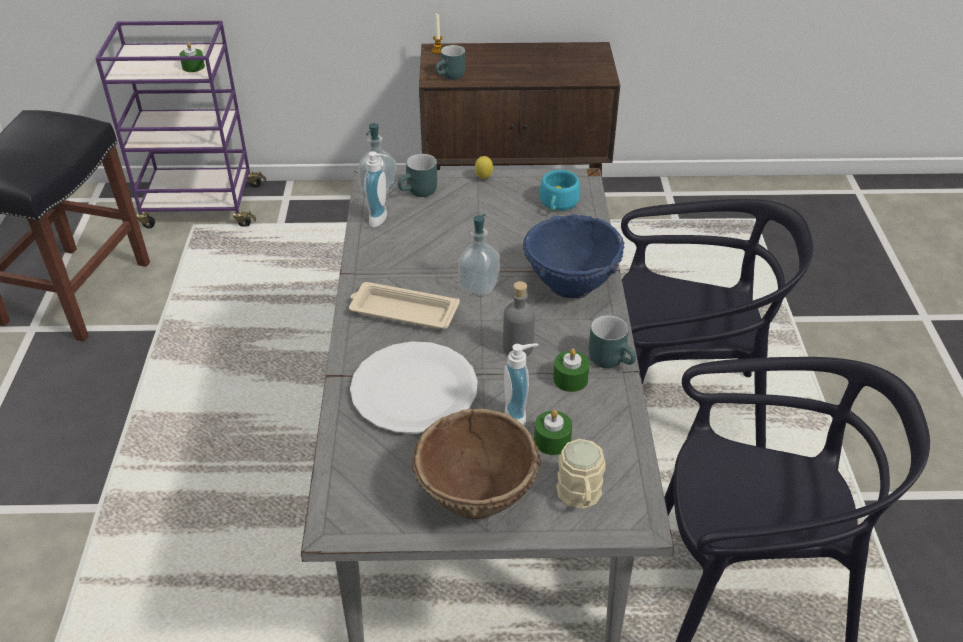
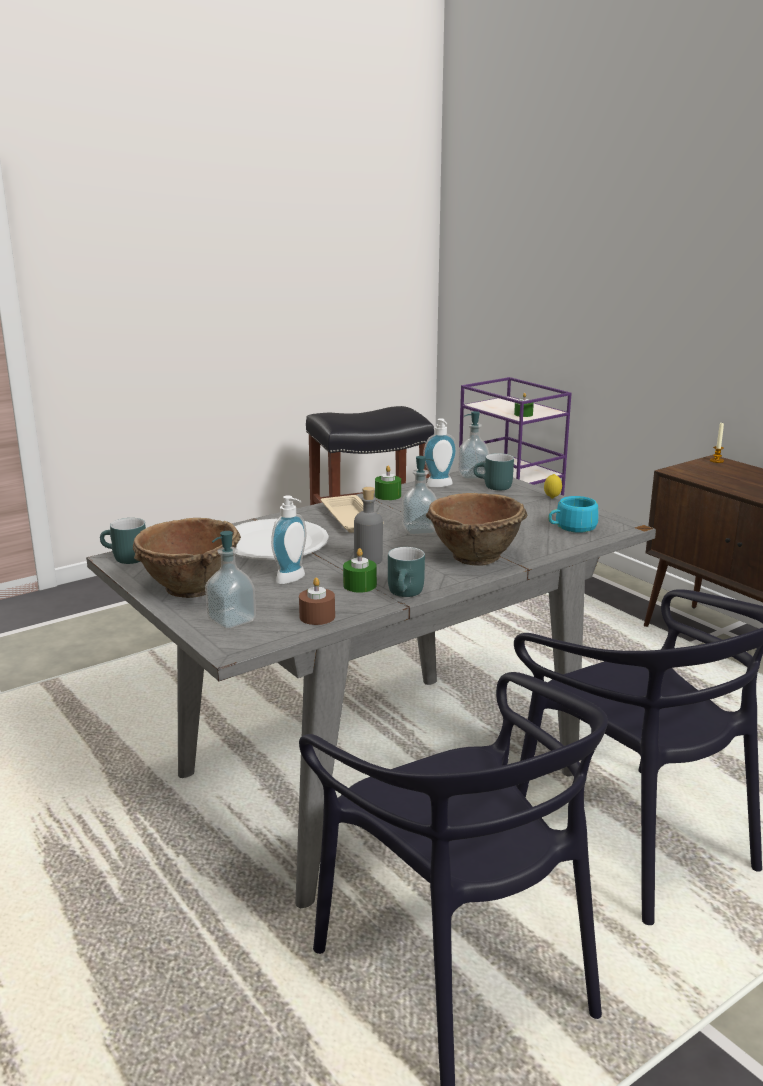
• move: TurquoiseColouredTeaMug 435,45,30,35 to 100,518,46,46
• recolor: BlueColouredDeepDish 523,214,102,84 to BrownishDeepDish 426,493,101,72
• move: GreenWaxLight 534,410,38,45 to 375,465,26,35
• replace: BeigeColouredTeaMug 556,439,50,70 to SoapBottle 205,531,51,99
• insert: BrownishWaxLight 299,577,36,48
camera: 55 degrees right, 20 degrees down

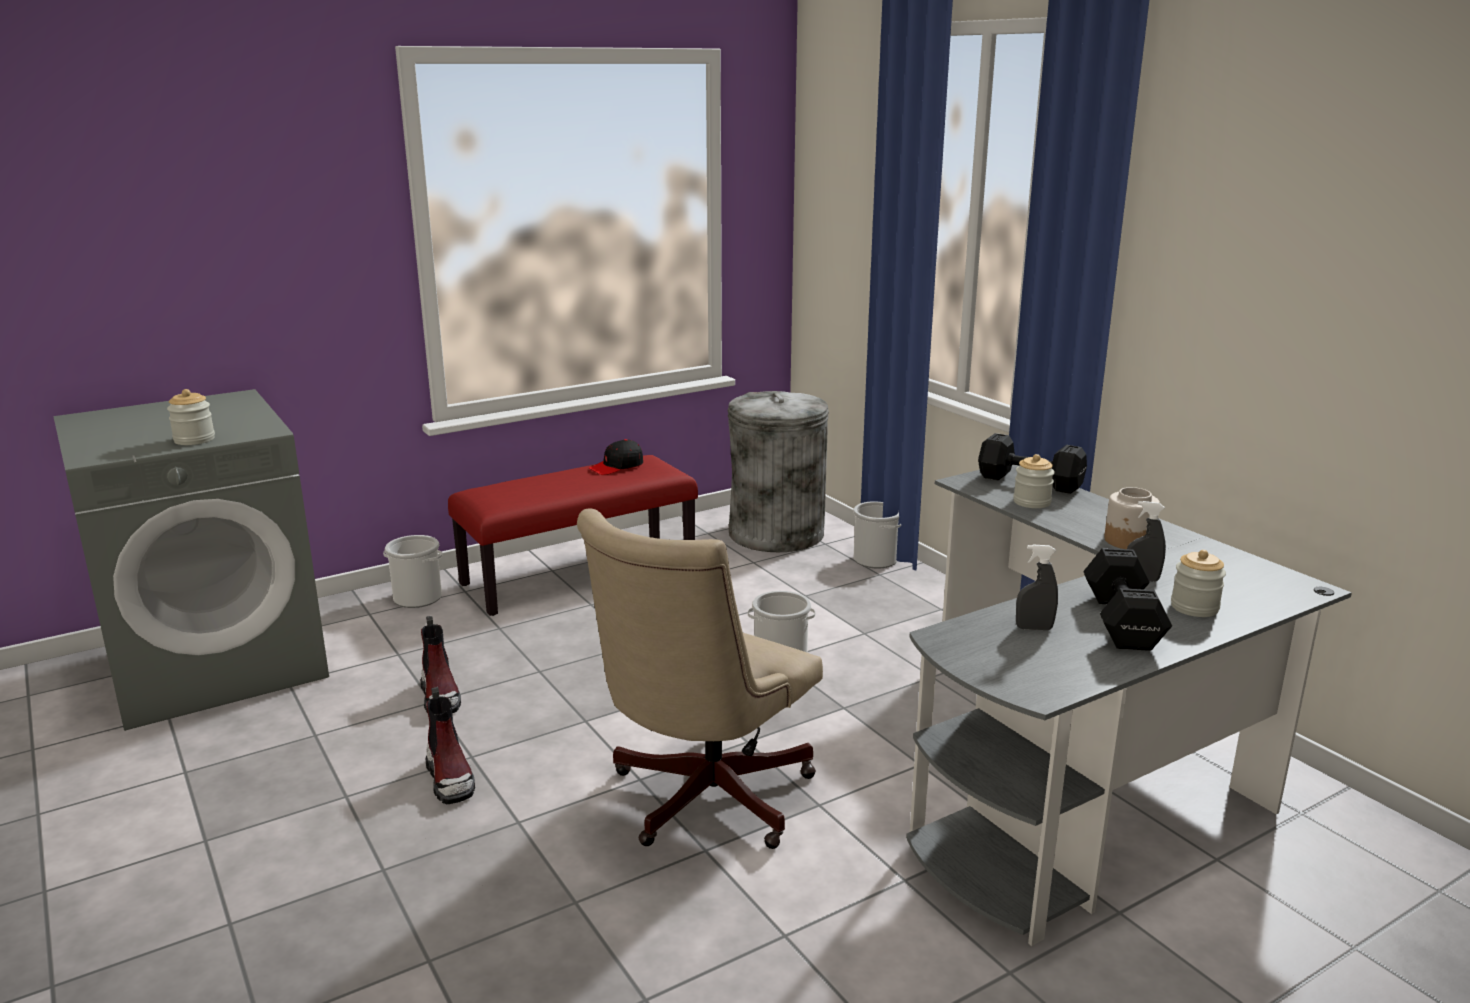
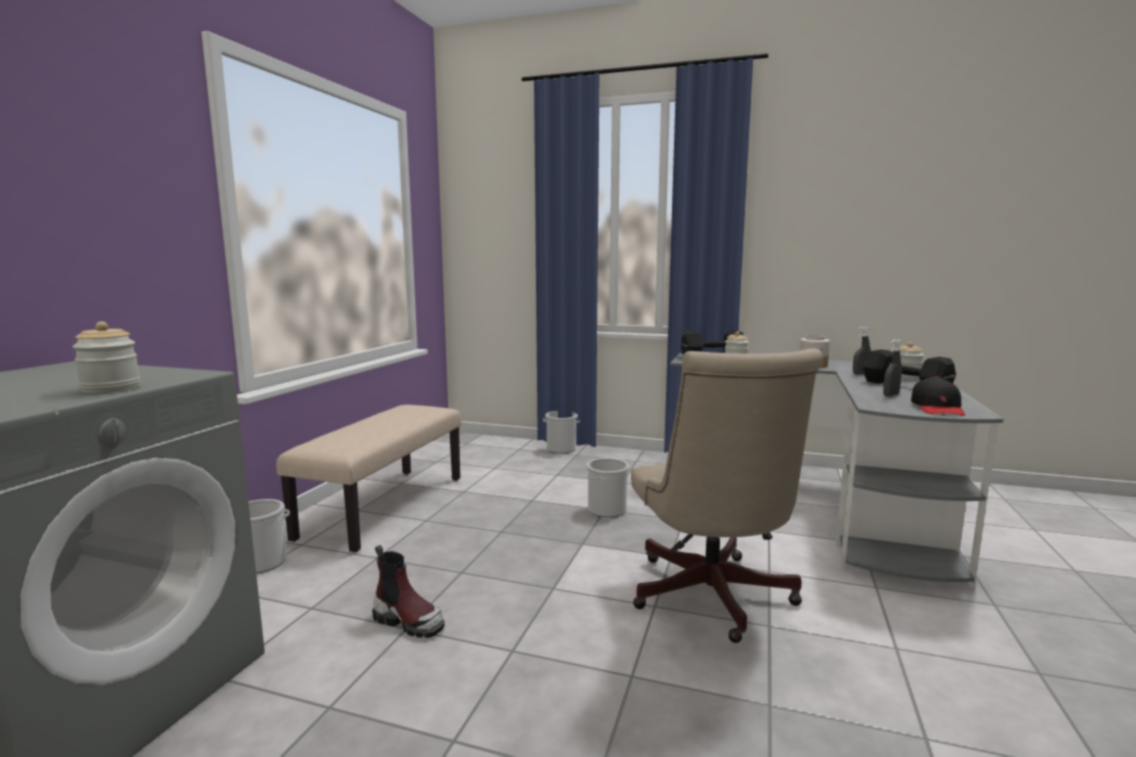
• delete: GrayWasteBin 728,391,101,161
• move: BlackishBaseballCap 589,439,54,36 to 911,376,54,40
• recolor: RedColouredIndoorBench 448,455,250,161 to BeigeColouredIndoorBench 276,405,185,147
• delete: TallBoot 426,687,49,117
camera: 40 degrees left, 10 degrees down

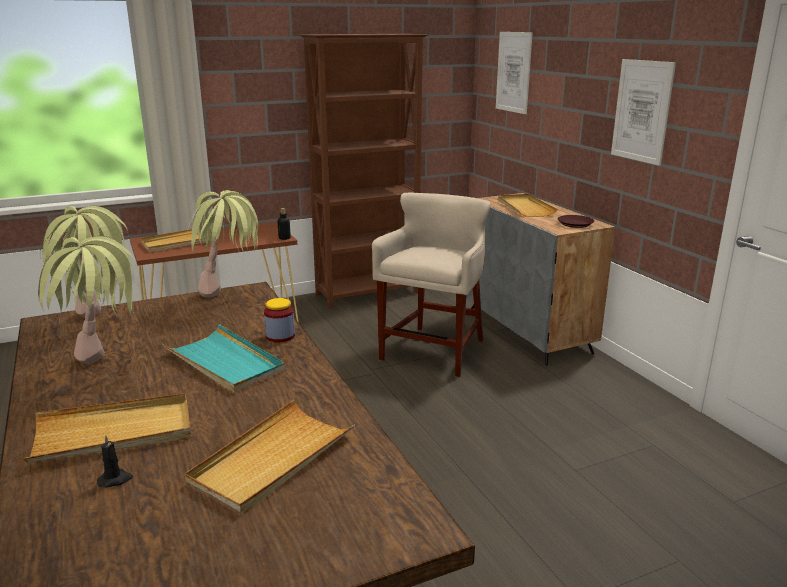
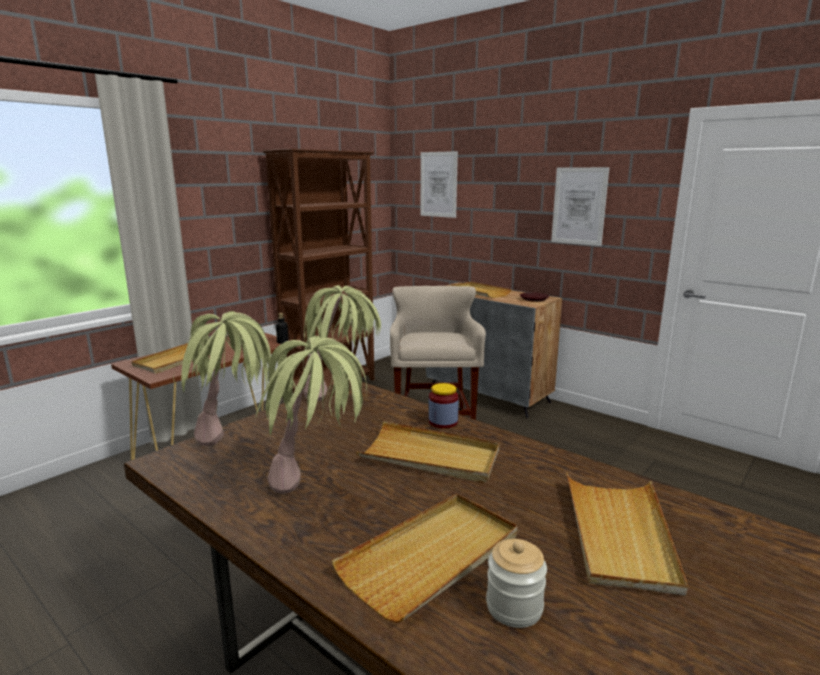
• recolor: TurquoiseColouredServingTray 162,324,123,69 to BeigeColouredServingTray 356,421,143,62
• replace: BlackishWaxLight 97,435,36,53 to Jar 486,539,61,89
camera: 25 degrees left, 5 degrees down

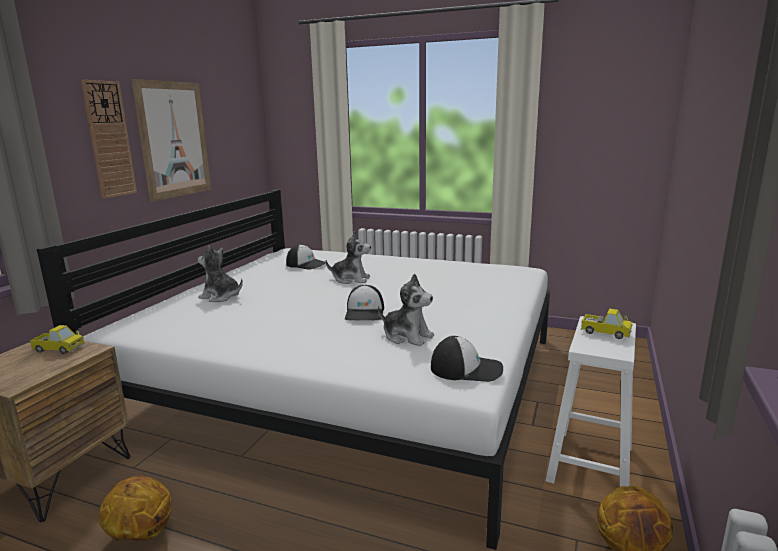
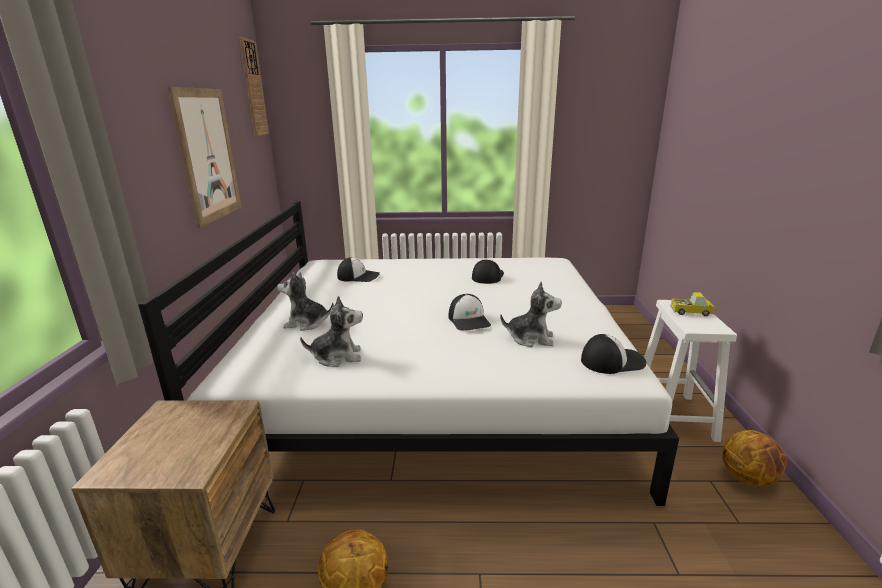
• move: HangingClock 81,80,56,119 to 240,37,29,99
• move: CuddlyToy 325,231,46,53 to 300,296,63,71
• delete: ToyTruck 29,325,56,29
• insert: BaseballCap 472,259,32,25
camera: 20 degrees left, 5 degrees up

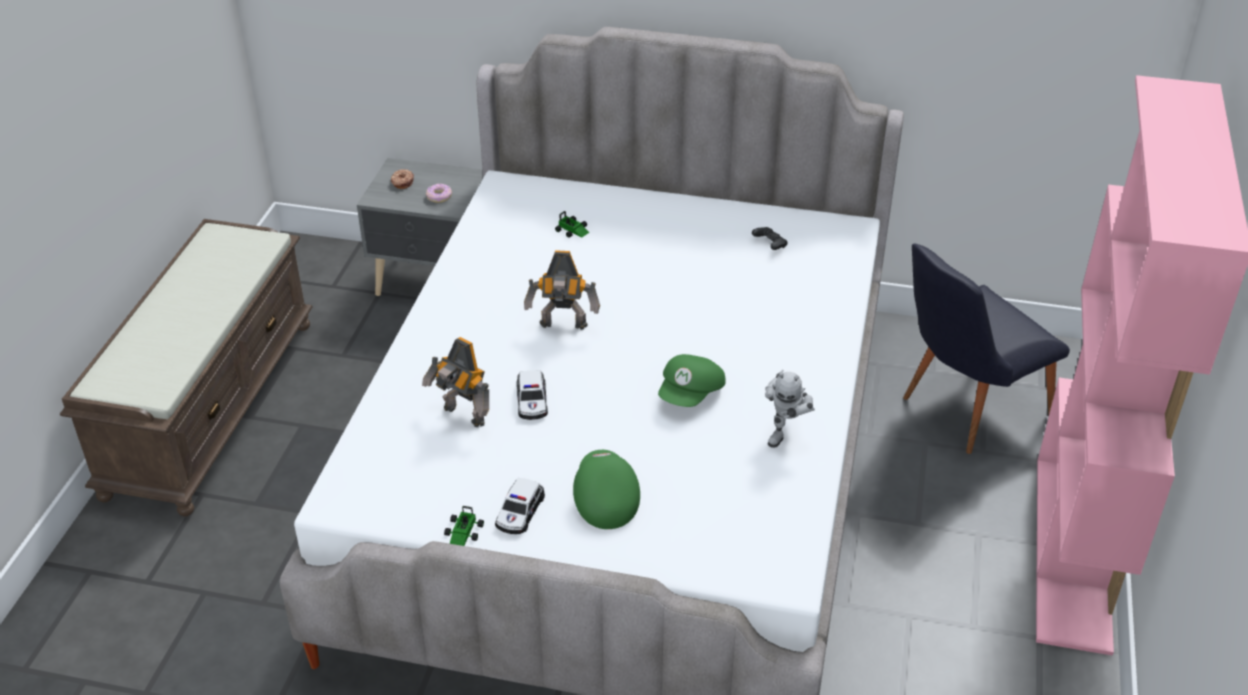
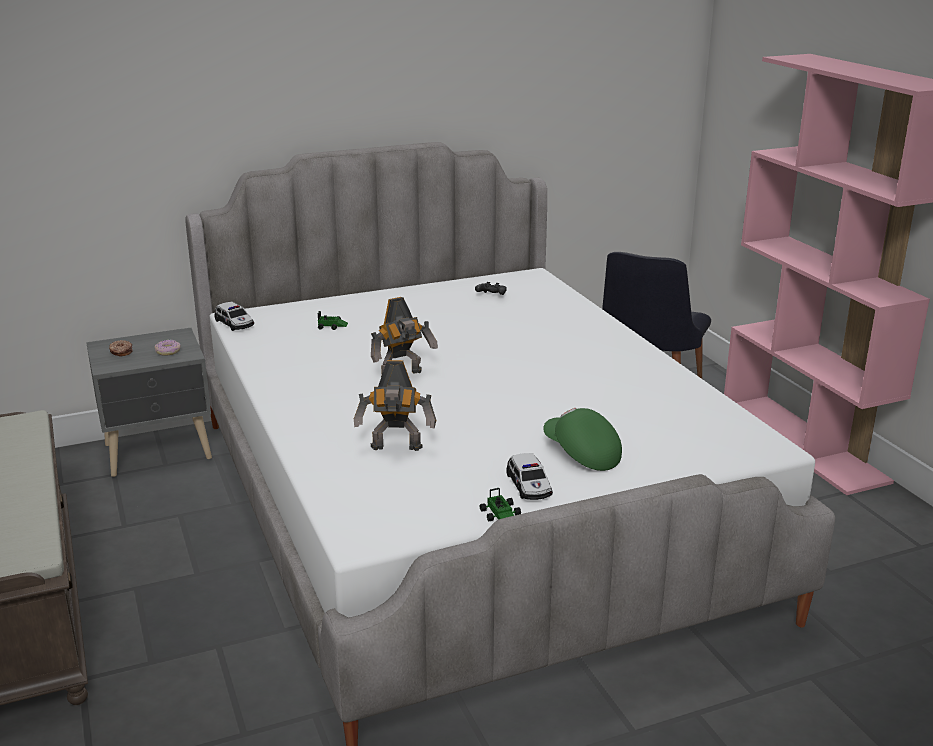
• delete: GreenBaseballCap 658,354,68,53
• delete: ToyRobot 765,369,50,79
• move: ToyCar 517,370,31,50 to 215,301,39,30
camera: 35 degrees left, 15 degrees down

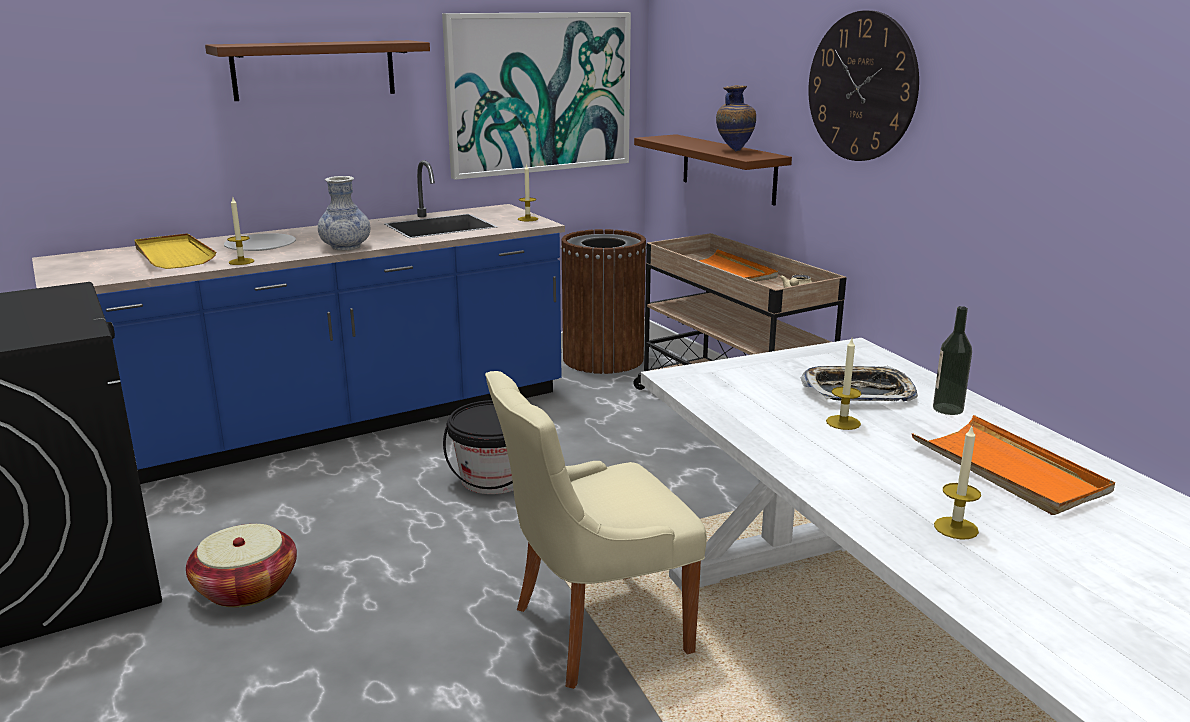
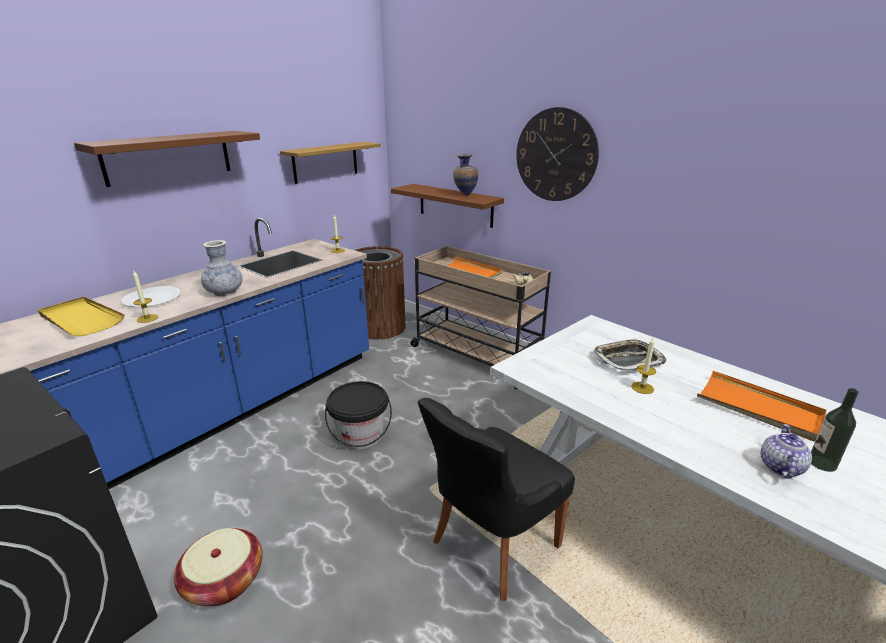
• replace: WallArt 442,12,189,168 to Shelf 280,142,101,42
• move: Bottle 933,306,39,109 to 811,388,48,84
• recolor: BeigeColouredChair 485,371,222,318 to BlackishChair 418,398,157,203
• replace: WaxLight 934,427,47,113 to TeaPot 760,424,52,55
camera: 20 degrees left, 5 degrees up

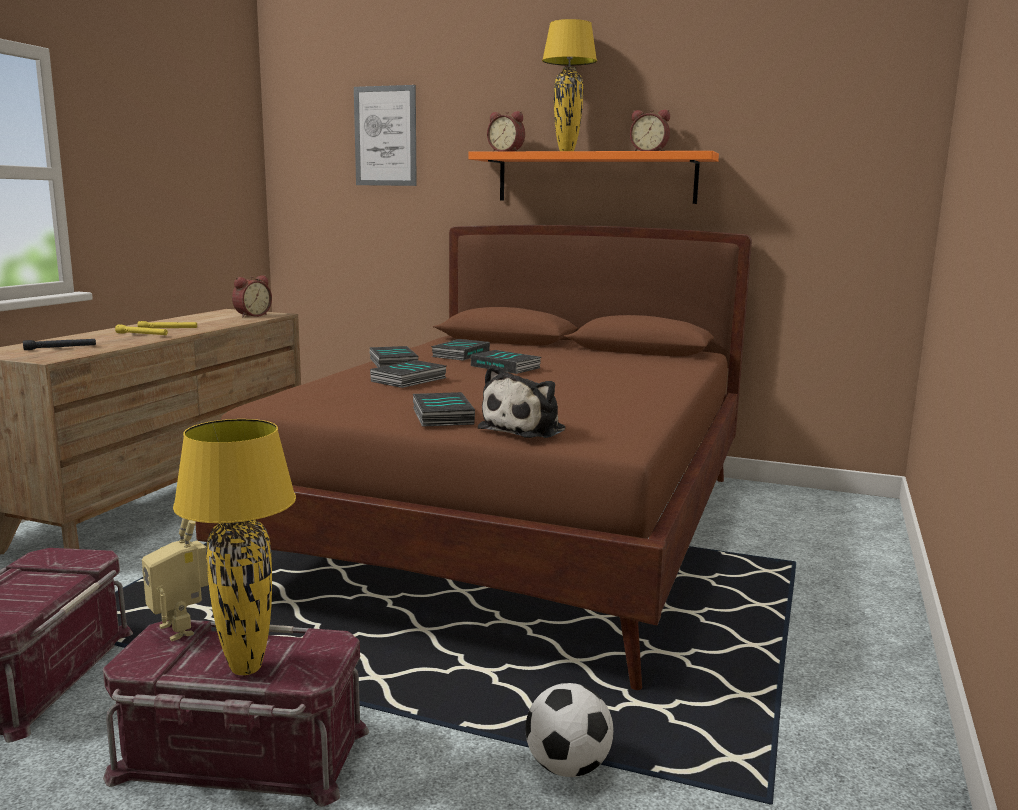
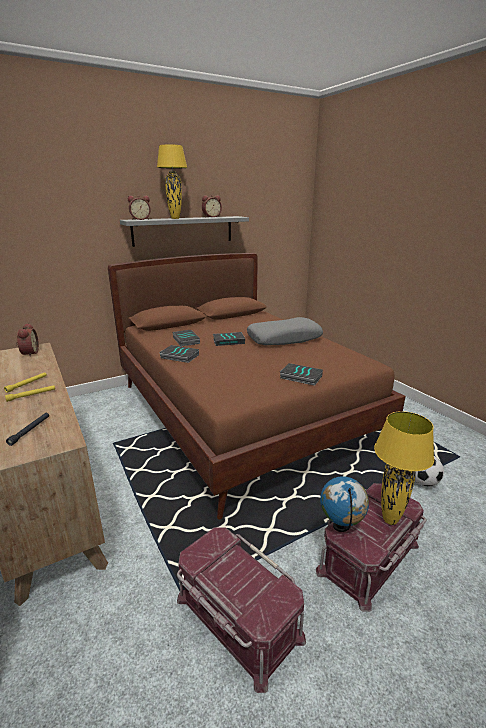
• delete: WallArt 354,85,63,101
• recolor: OrangeColouredShelf 468,151,251,53 to GrayShelf 120,216,129,31
• delete: BoundBook 370,360,77,28
• delete: CuddlyToy 478,364,87,74
• replace: ToyRobot 142,518,67,123 to DeskGlobe 320,476,49,56
• insert: GrayPillow 247,317,76,28
camera: 50 degrees left, 10 degrees up

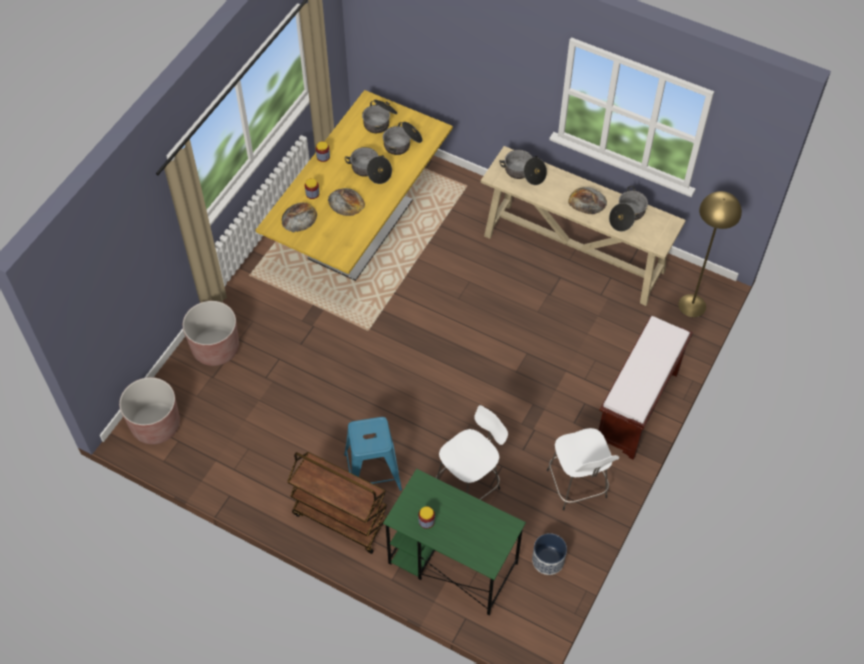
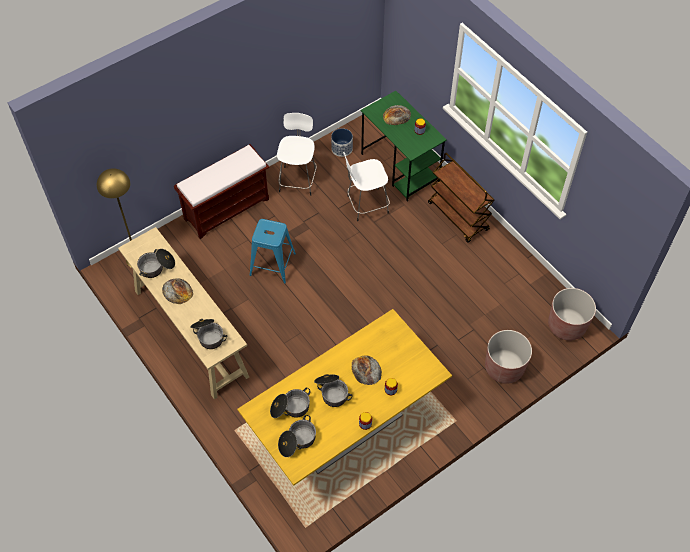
• move: Bread 281,202,36,30 to 383,105,28,20
• move: BlueColouredStool 344,417,58,74 to 250,219,46,65
camera: 155 degrees left, 0 degrees up

